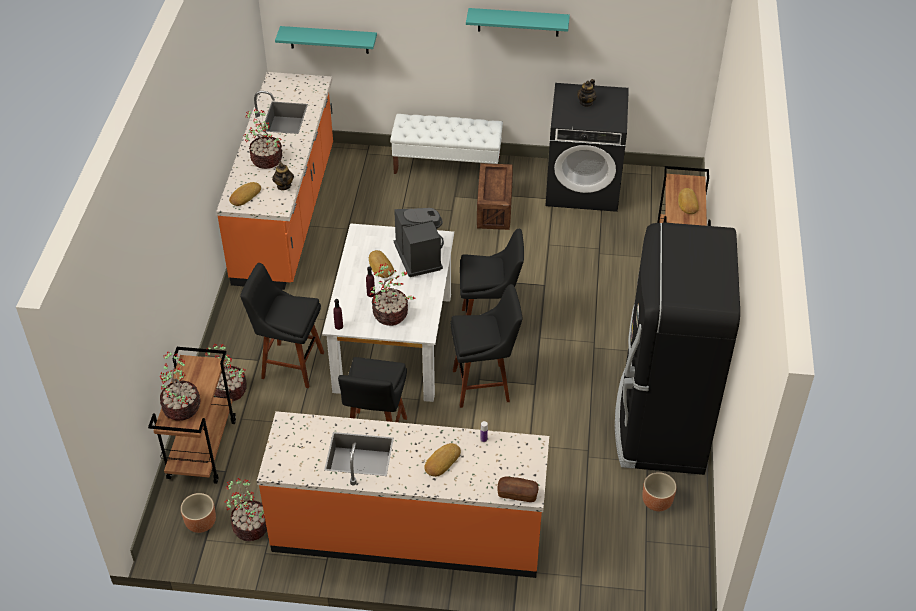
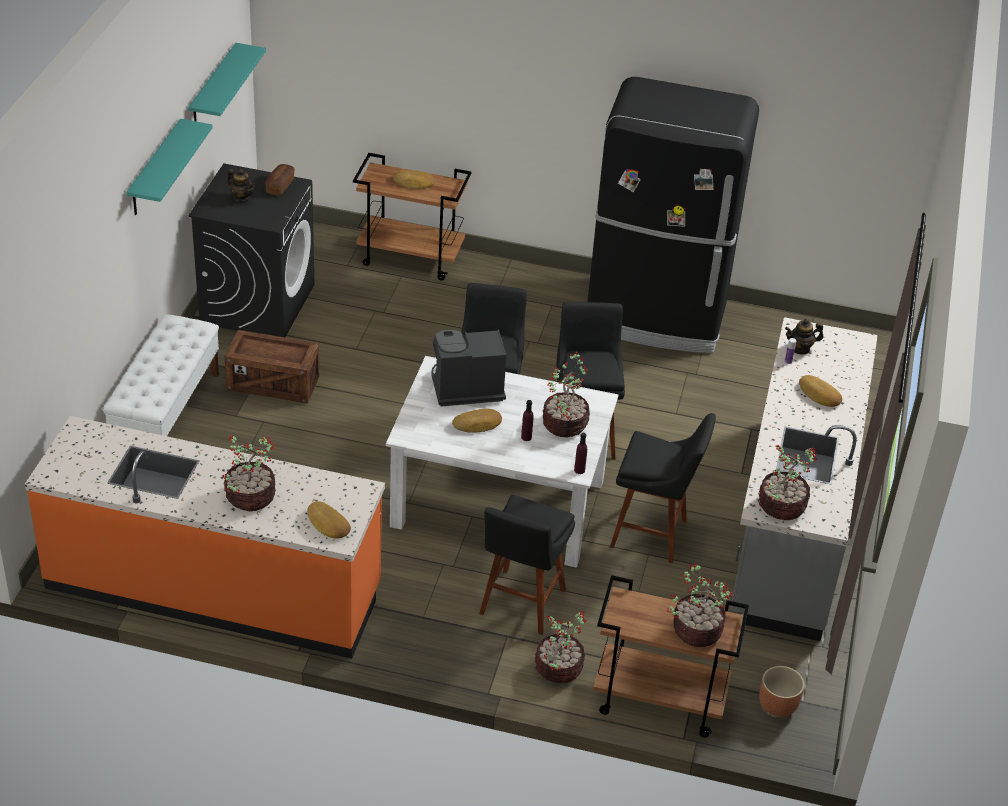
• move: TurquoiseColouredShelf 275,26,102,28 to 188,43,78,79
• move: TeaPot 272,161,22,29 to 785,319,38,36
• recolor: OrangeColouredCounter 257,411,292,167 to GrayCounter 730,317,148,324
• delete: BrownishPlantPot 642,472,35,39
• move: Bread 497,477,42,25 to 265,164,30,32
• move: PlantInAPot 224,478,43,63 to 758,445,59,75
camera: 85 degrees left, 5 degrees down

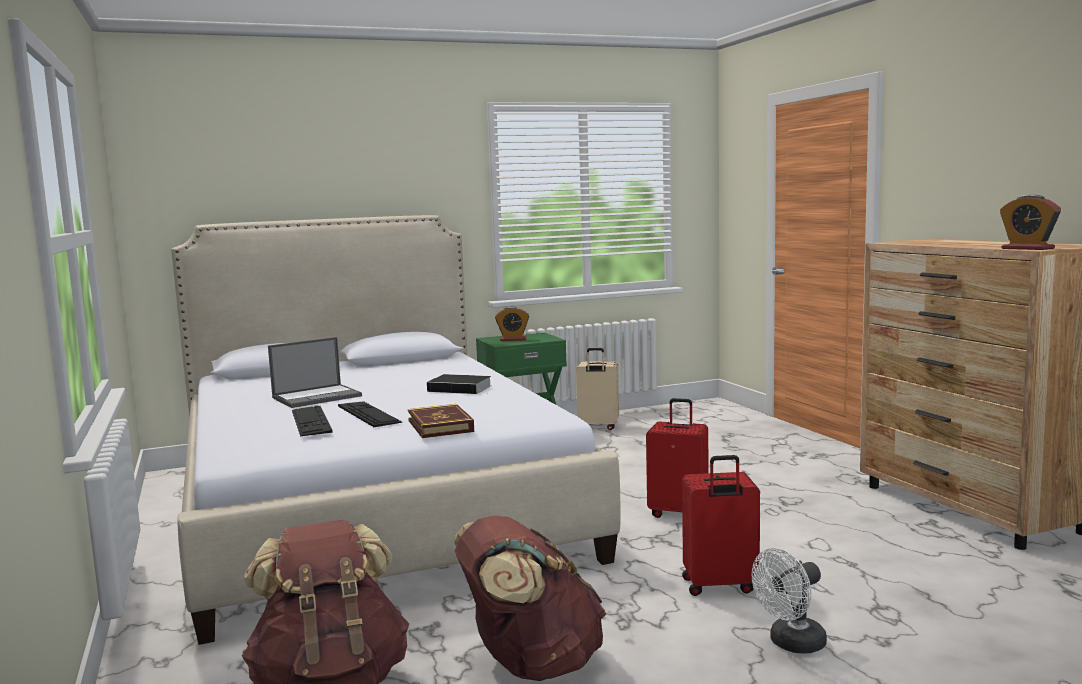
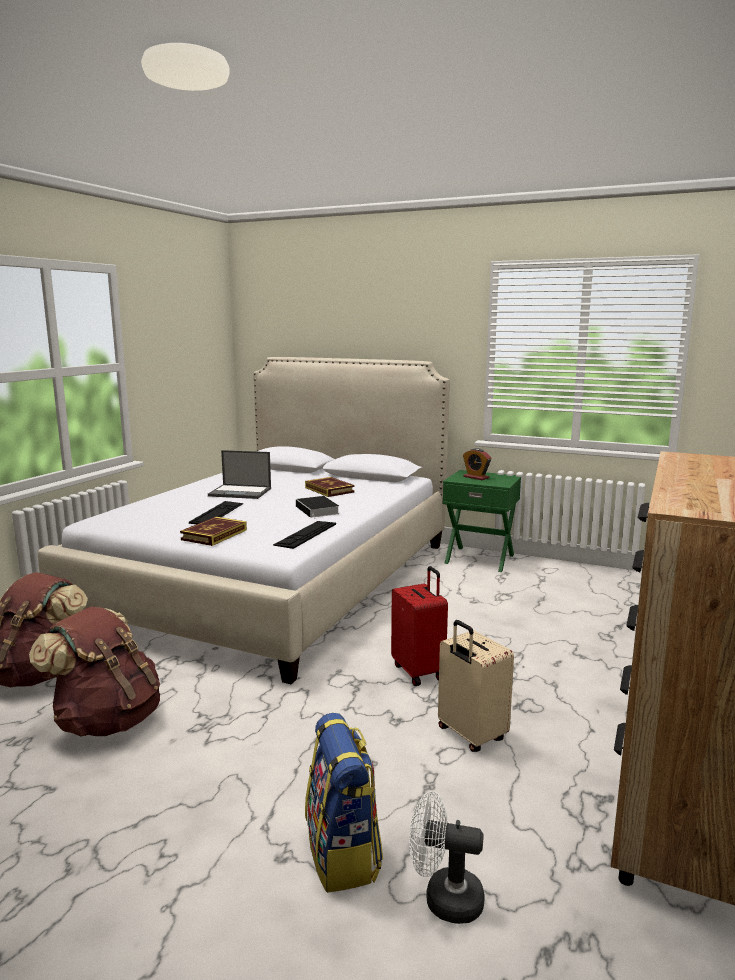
• delete: BedsideClock 1000,195,61,55
• move: BeigeColouredTravelCase 576,348,43,82 to 438,620,76,132
• move: PcKeyboard 292,405,41,31 to 273,521,63,28
• delete: RedColouredTravelCase 682,455,78,141
• move: WhiteFan 751,548,76,105 to 409,791,75,133
• insert: BoundBook 305,477,49,20
• insert: Backpack 305,713,78,180
camera: 45 degrees right, 5 degrees up

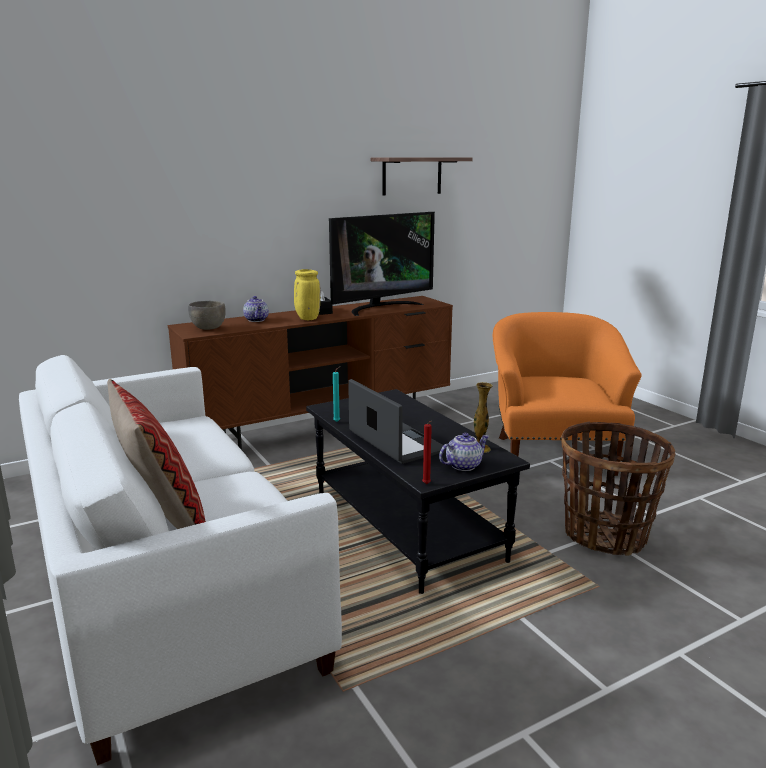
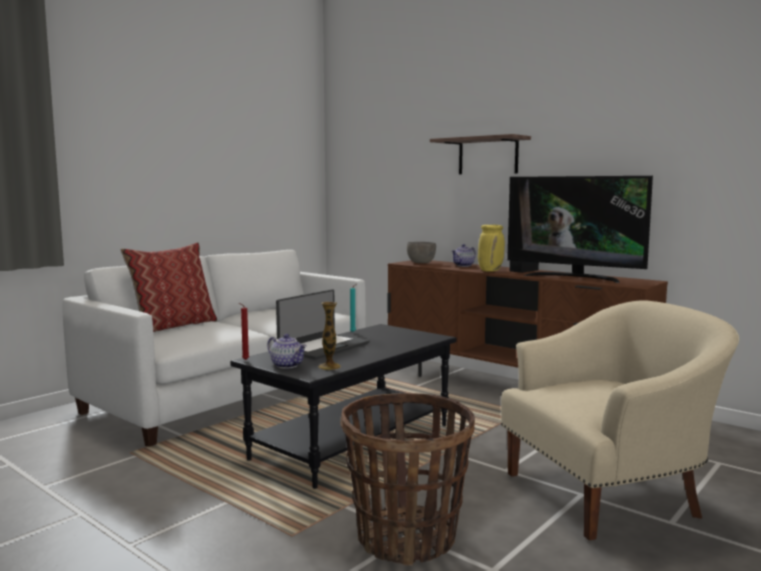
• move: Shelf 371,157,102,38 to 430,134,101,40
• recolor: OrangeColouredLoungeChair 493,312,149,164 to BeigeColouredLoungeChair 501,300,238,241
camera: 70 degrees right, 10 degrees down

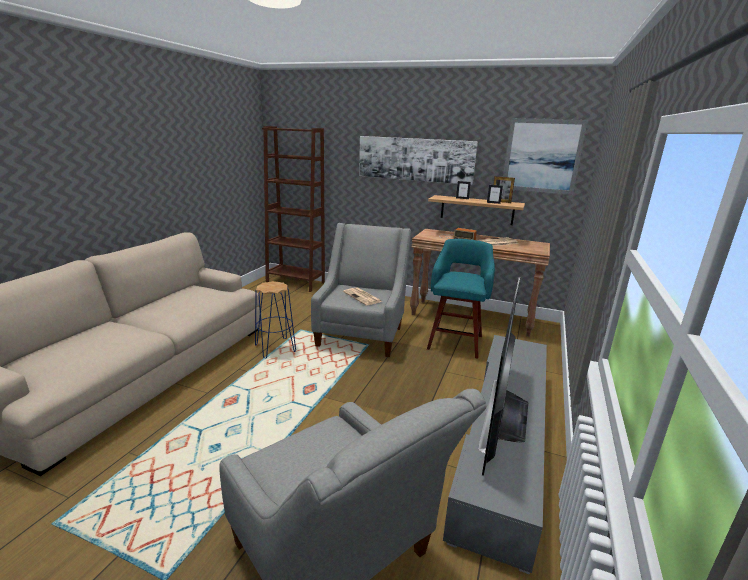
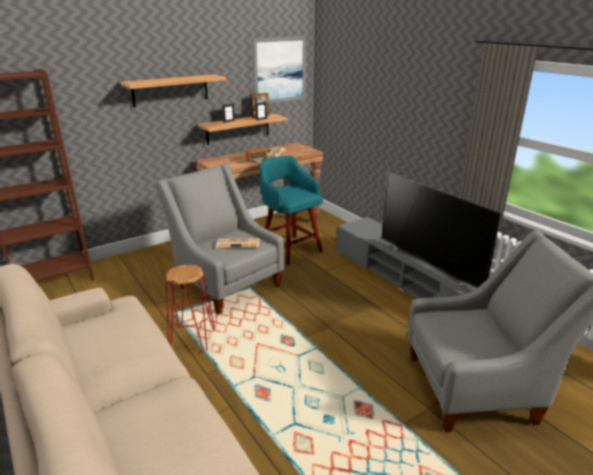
• replace: WallArt 359,136,119,49 to Shelf 120,74,106,33
• recolor: BlueColouredStool 255,281,41,77 to RedColouredStool 166,265,49,87
camera: 55 degrees left, 5 degrees up

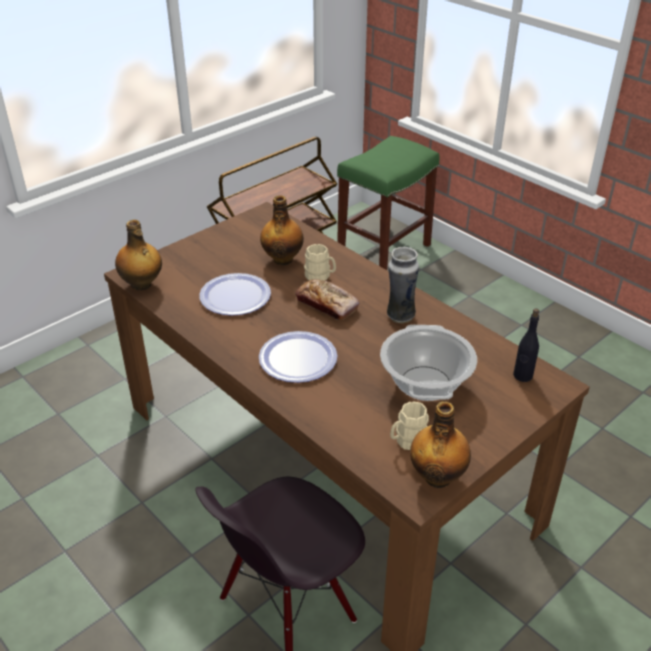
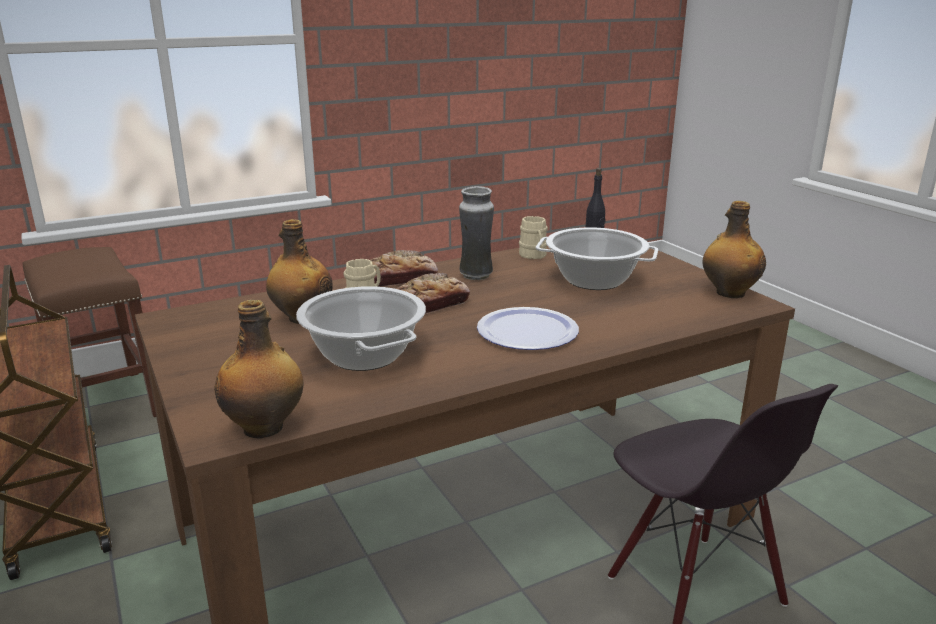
• recolor: GreenStool 337,136,103,134 to BrownishStool 23,247,133,170
• replace: Plate 199,273,72,43 to Stockpot 296,286,130,85
• move: BeigeColouredTeaMug 390,401,39,49 to 519,216,29,43
• insert: Bread 370,250,68,37
camera: 75 degrees left, 15 degrees down

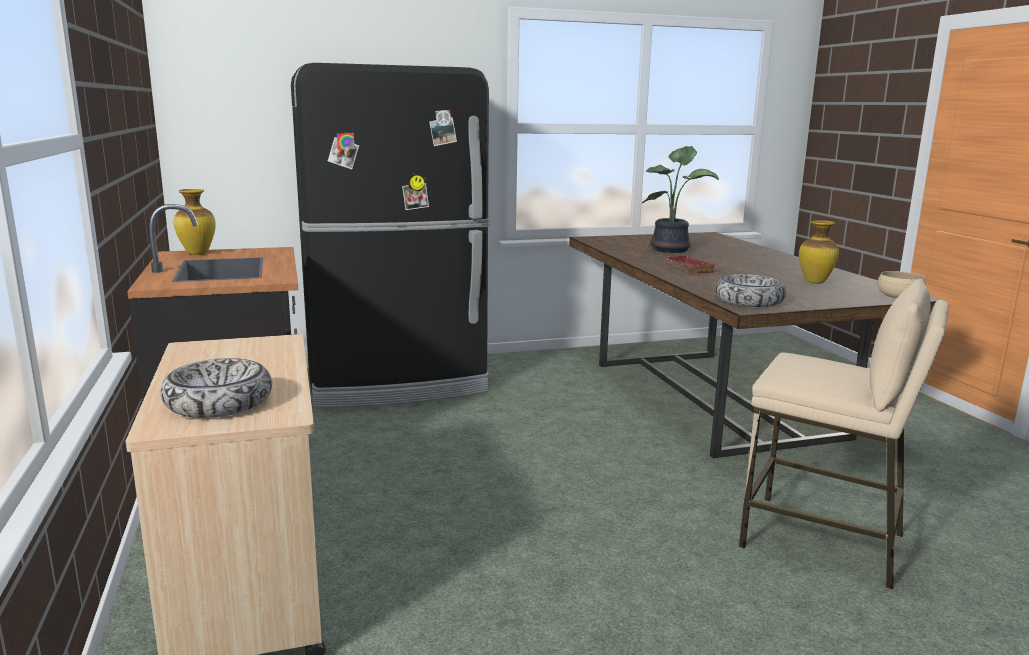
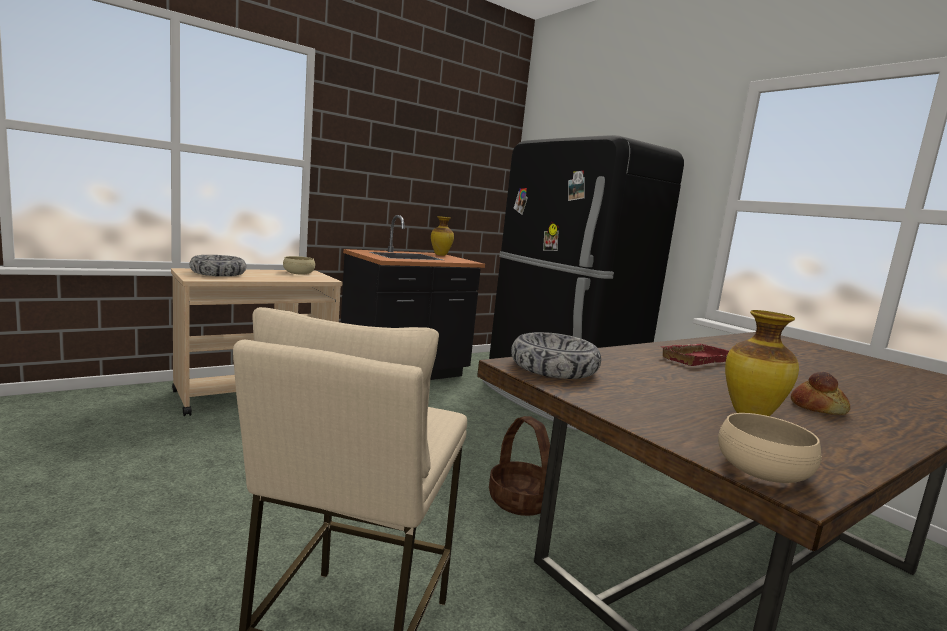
• delete: PlantInAPot 642,146,77,107
• insert: BeigeColouredDeepDish 283,256,32,19
• insert: Bread 791,372,59,43
• insert: StorageBasket 489,416,61,100
camera: 70 degrees right, 5 degrees down

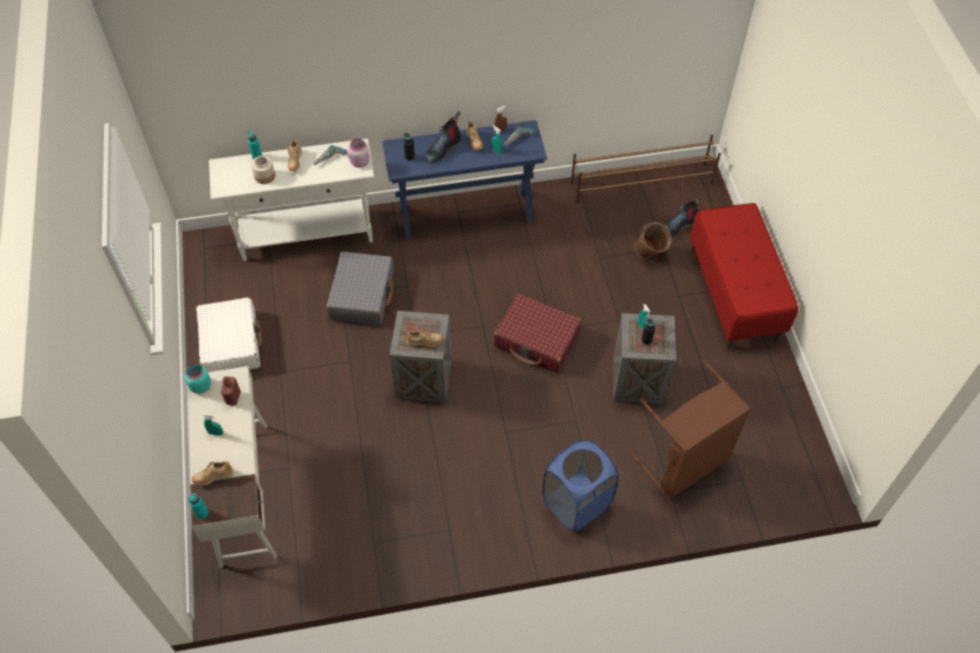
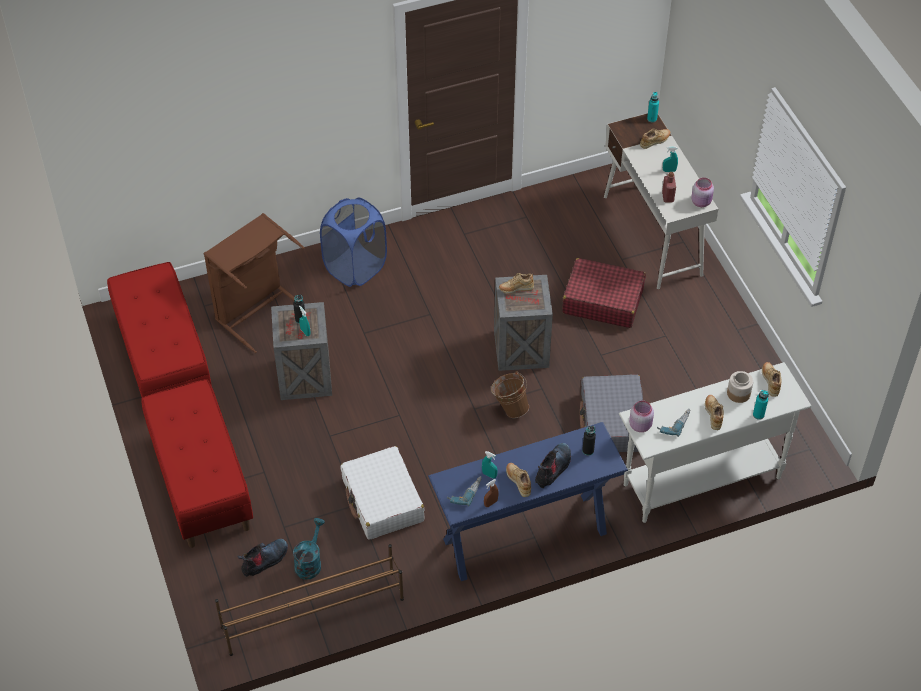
• move: BrownishPail 635,222,37,36 to 491,371,38,47
• move: RedColouredTravelCase 494,294,87,79 to 562,258,84,70
• move: WhiteTravelCase 196,297,66,75 to 340,446,85,94
• recolor: TurquoiseColouredJar 184,363,27,31 to PinkishJar 691,178,23,29
• insert: RedColouredIndoorBench 107,262,105,136
• insert: BeigeColouredItemOfFootwear 762,362,19,35
• insert: TurquoiseColouredWateringPot 293,518,32,62
camera: 170 degrees right, 5 degrees down

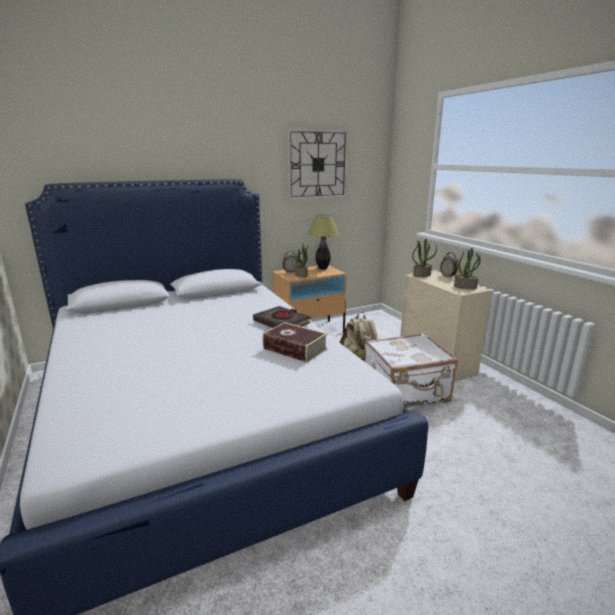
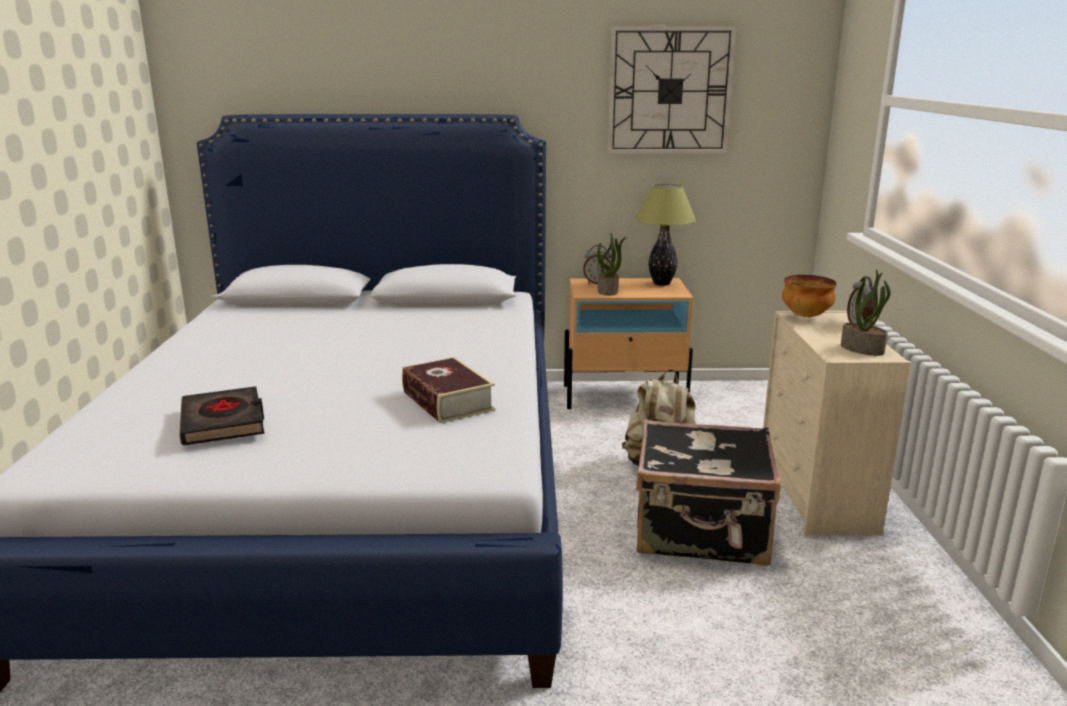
• replace: PlantInAPot 412,239,25,38 to DeepDish 782,275,55,42
• move: BlackishBoundBook 253,306,58,22 to 179,386,85,59
• recolor: WhiteTravelCase 365,333,93,75 to BlackishTravelCase 636,420,145,146
camera: 25 degrees right, 0 degrees up

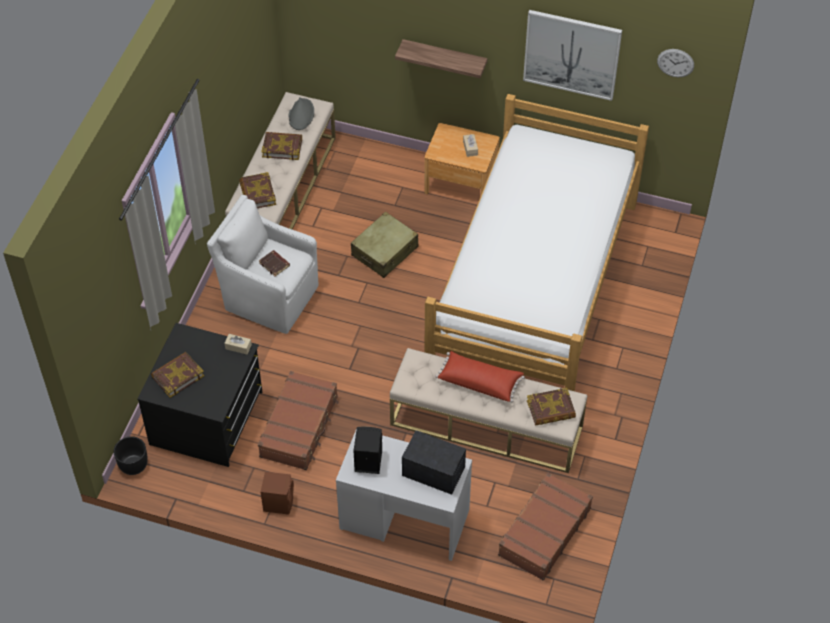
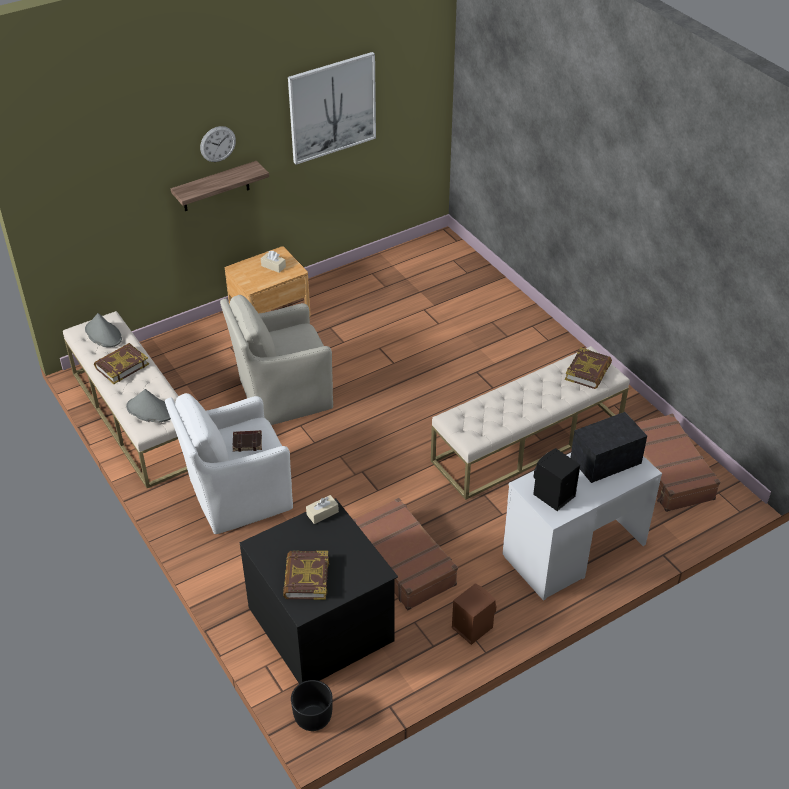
• move: HangingClock 657,49,37,28 to 200,126,36,36
• delete: SleepingBed 425,94,224,297
• replace: BoundBook 239,172,37,36 to GrayWearableHat 126,389,45,34
• replace: BeigeColouredTravelCase 351,212,67,66 to BeigeColouredLoungeChair 220,295,113,130
• delete: RedColouredPillow 435,351,90,51
camera: 50 degrees left, 10 degrees down

